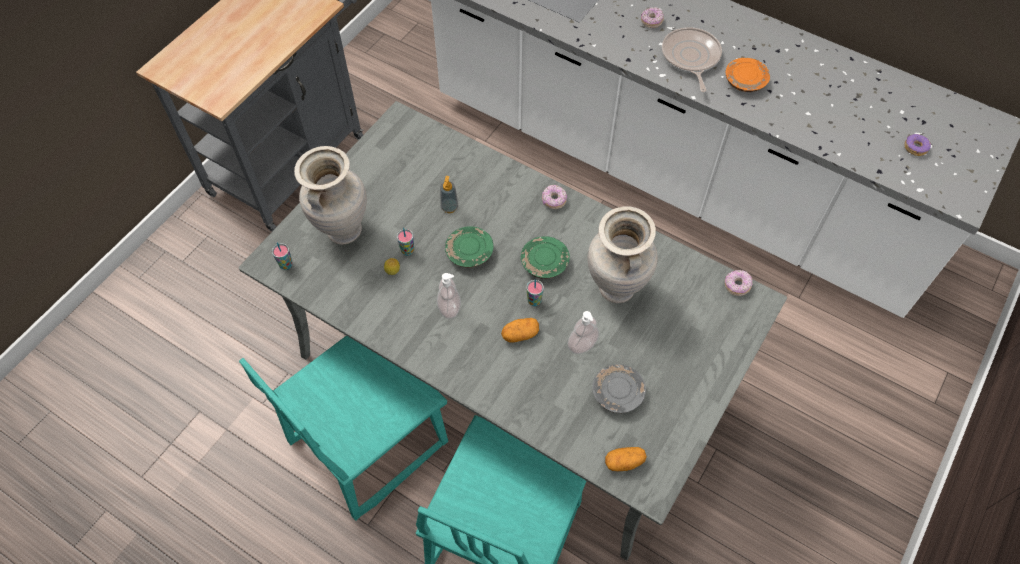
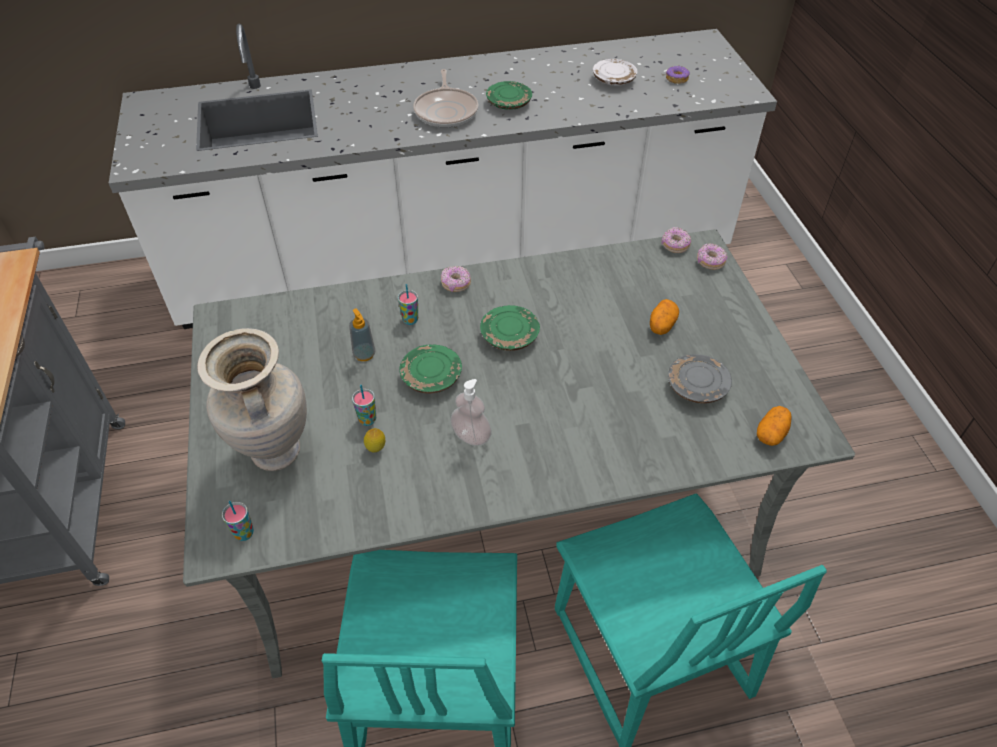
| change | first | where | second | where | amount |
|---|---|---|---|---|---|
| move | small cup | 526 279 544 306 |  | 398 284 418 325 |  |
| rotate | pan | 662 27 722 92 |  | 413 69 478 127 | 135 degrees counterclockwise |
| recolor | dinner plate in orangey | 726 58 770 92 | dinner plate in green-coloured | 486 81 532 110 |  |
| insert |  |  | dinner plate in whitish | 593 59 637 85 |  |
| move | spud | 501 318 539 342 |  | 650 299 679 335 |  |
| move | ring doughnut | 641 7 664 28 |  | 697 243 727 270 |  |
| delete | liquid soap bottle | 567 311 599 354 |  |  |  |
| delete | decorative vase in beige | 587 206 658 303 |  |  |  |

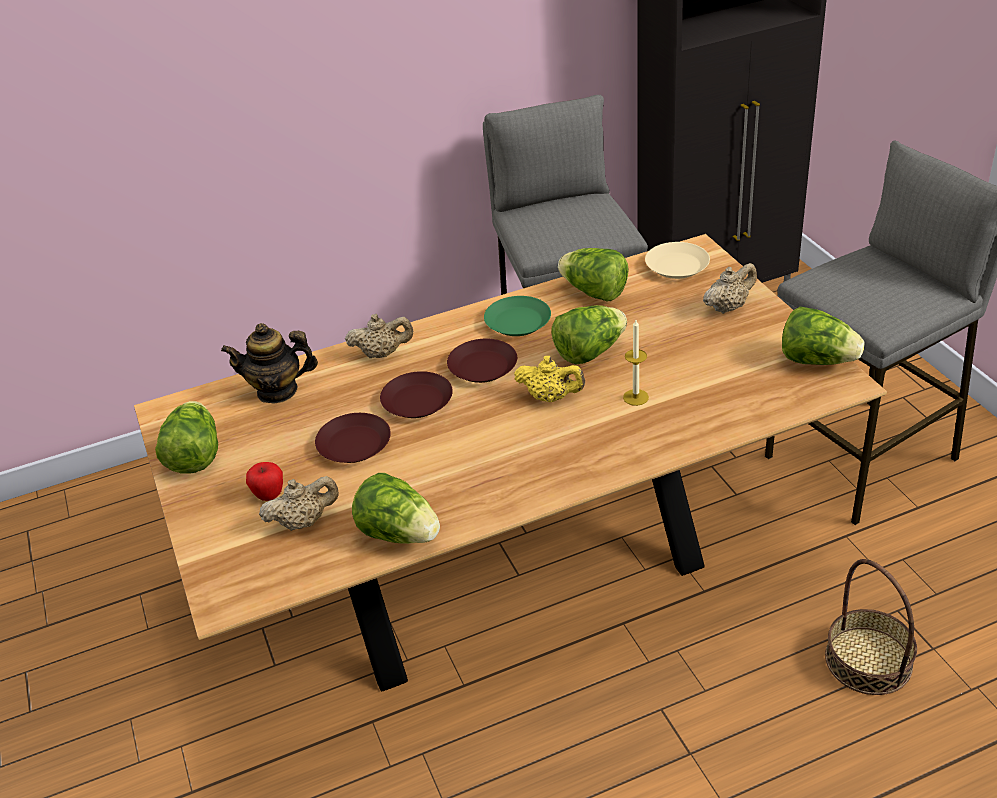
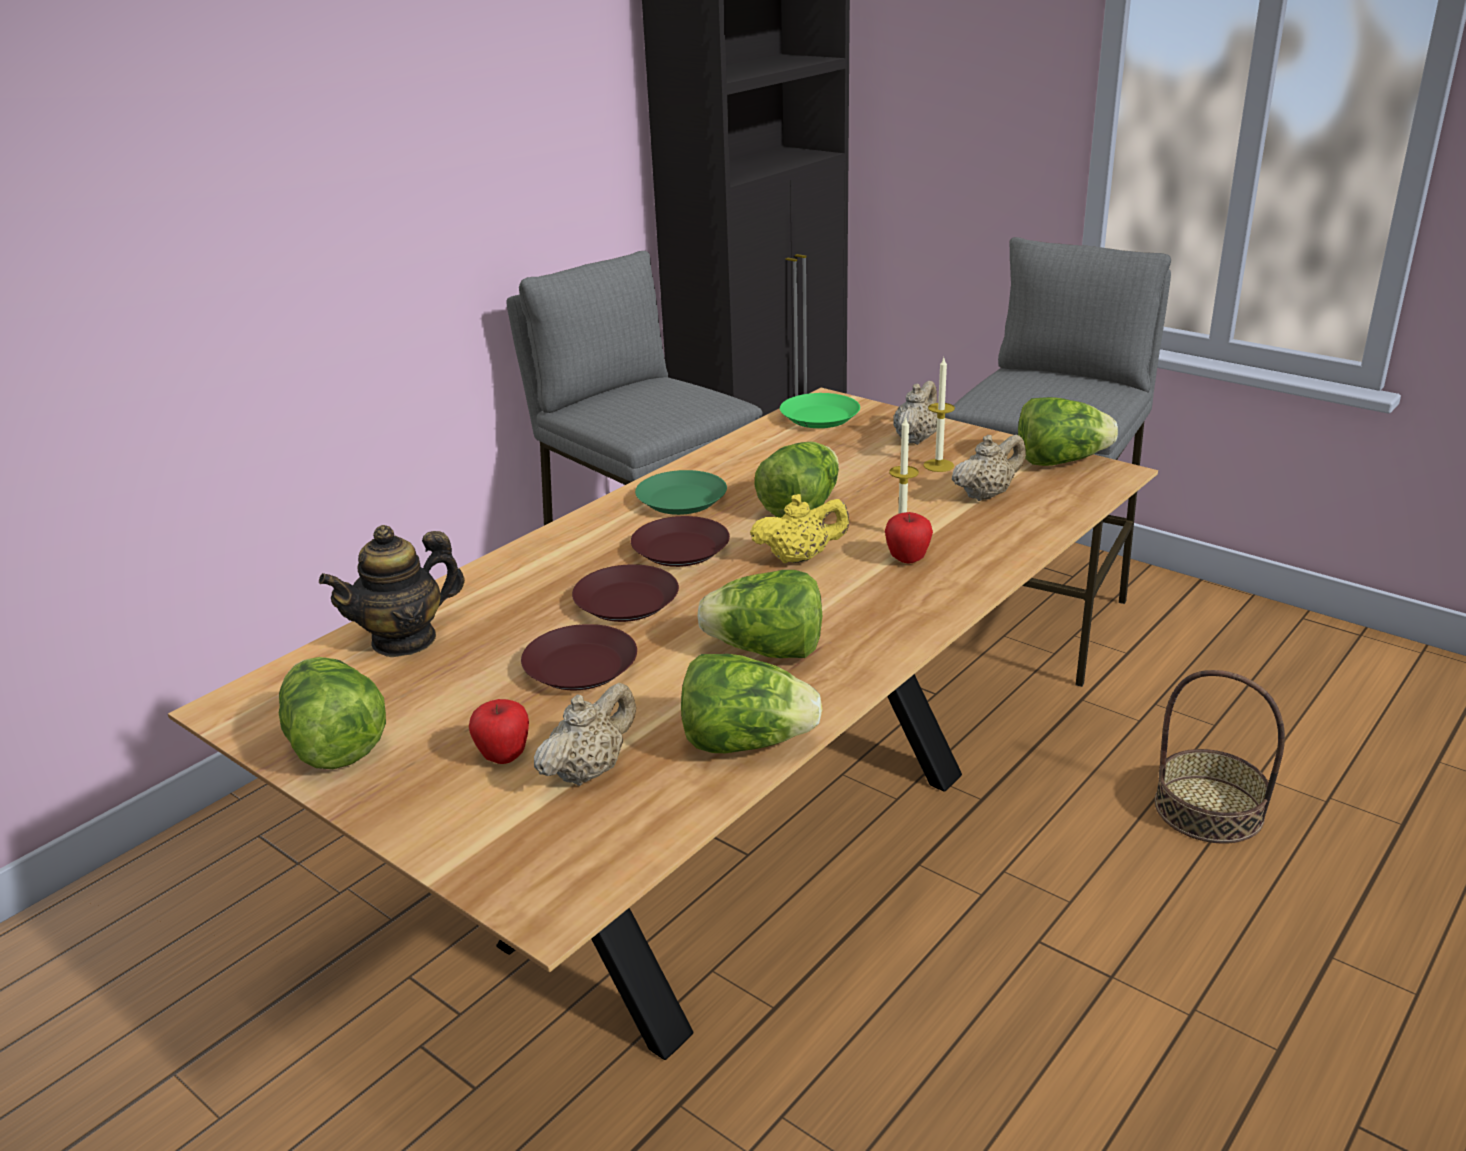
| change | first | where | second | where | amount |
|---|---|---|---|---|---|
| move | lettuce | 558 248 629 301 |  | 697 570 822 658 |  |
| recolor | dinner plate in beige | 645 242 710 279 | dinner plate in green-coloured | 780 393 860 428 |  |
| insert |  |  | whole apple | 885 512 933 563 |  |
| insert |  |  | wax light | 923 358 955 472 |  |
| move | teapot in beige | 345 314 413 358 |  | 952 434 1026 501 |  |

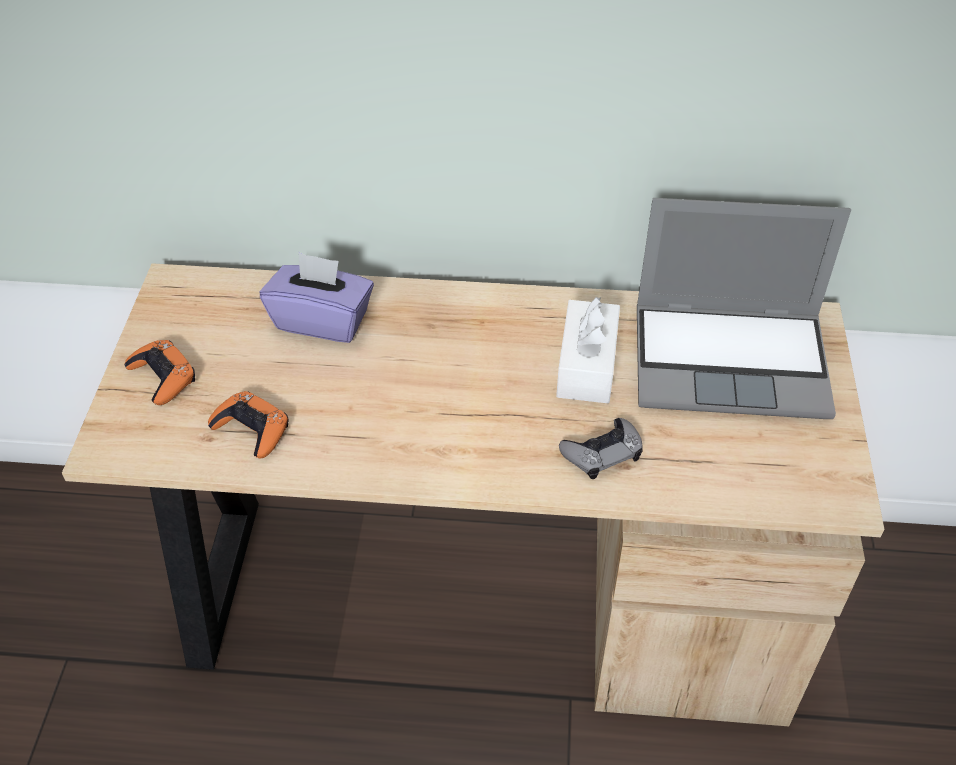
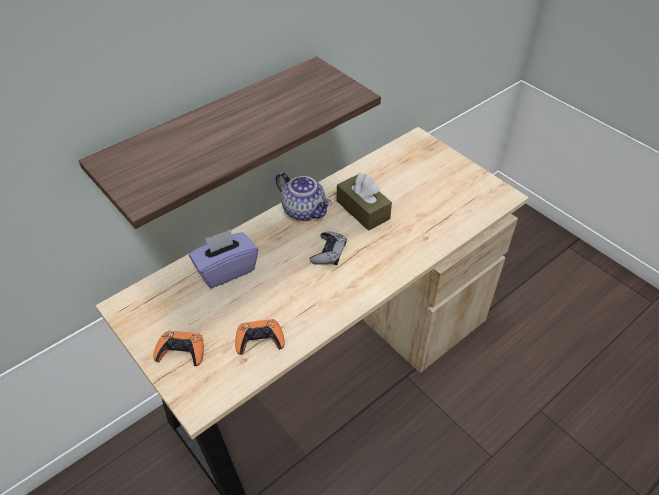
| change | first | where | second | where | amount |
|---|---|---|---|---|---|
| insert |  |  | shelf | 79 56 381 229 |  |
| insert |  |  | teapot | 276 172 332 221 |  |
| move | gamepad in greyish | 559 418 643 479 |  | 310 232 347 265 |  |
| recolor | tissue holder in whitish | 556 297 620 403 | tissue holder in brown | 337 173 392 231 |  |
| delete | laptop | 637 198 851 419 |  |  |  |

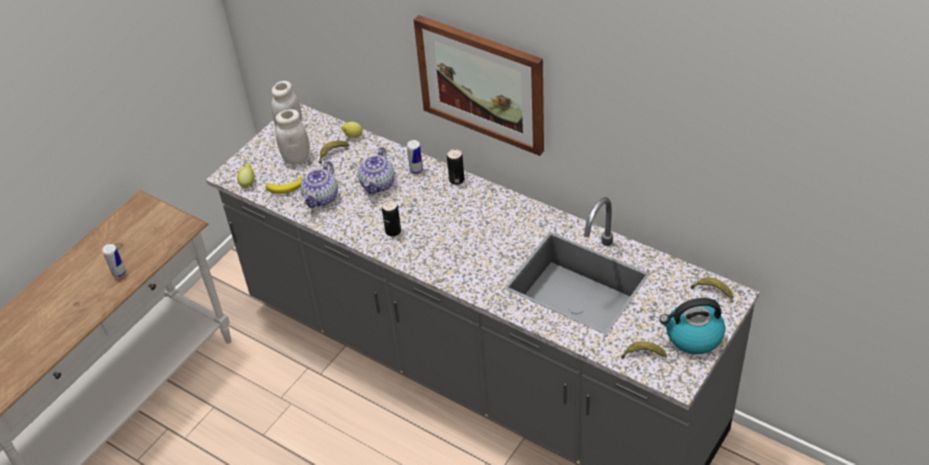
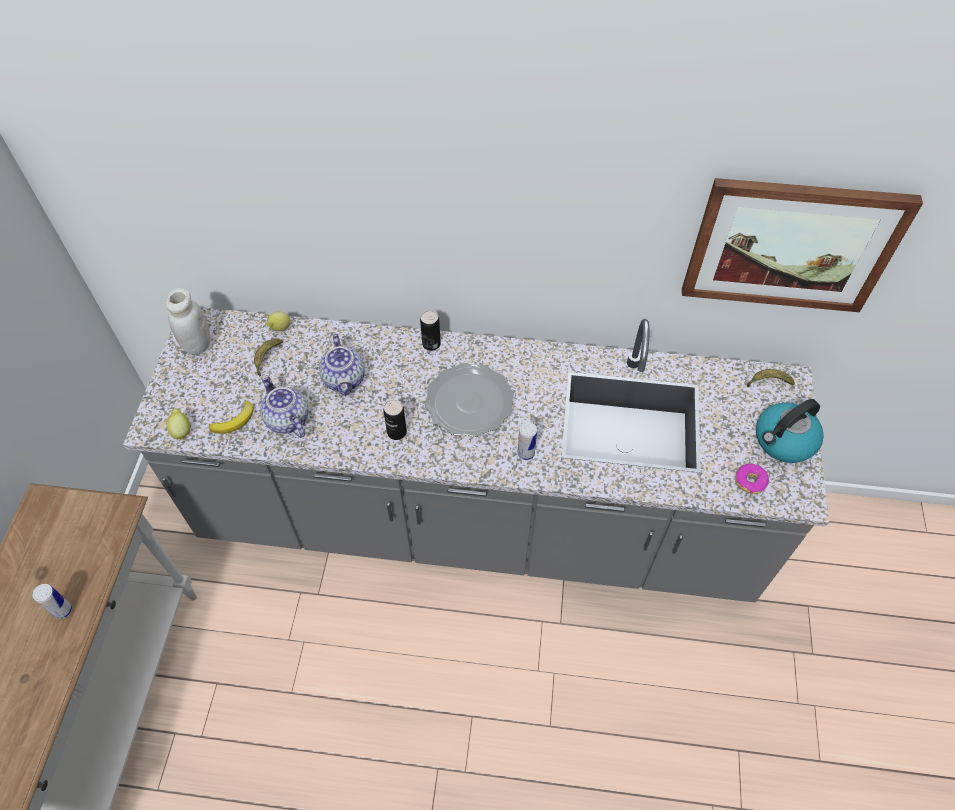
| change | first | where | second | where | amount |
|---|---|---|---|---|---|
| rotate | teapot | 301 161 338 208 |  | 260 375 309 438 | 150 degrees clockwise |
| insert |  |  | dinner plate | 425 363 514 437 |  |
| move | sealed can | 407 140 423 174 |  | 517 422 537 460 |  |
| move | picture | 414 15 544 156 |  | 682 178 923 312 |  |
| replace | banana | 621 341 667 359 | ring doughnut | 735 464 769 494 |  |
| delete | jar in whitish | 276 109 310 164 |  |  |  |

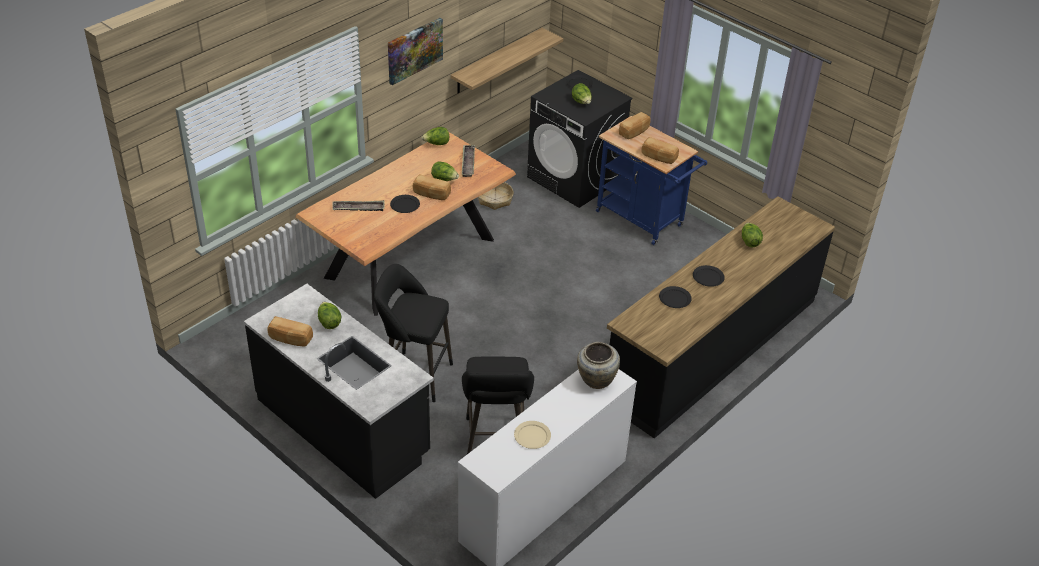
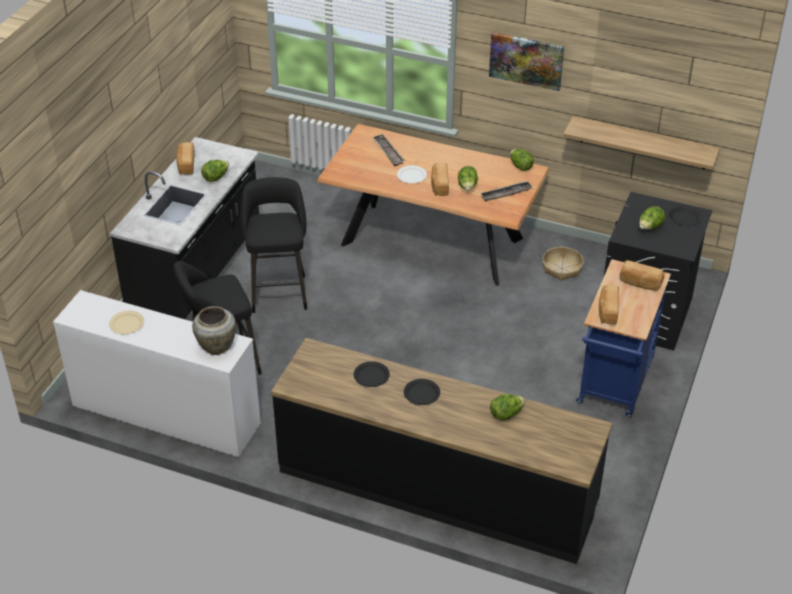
| change | first | where | second | where | amount |
|---|---|---|---|---|---|
| recolor | dinner plate in blackish | 390 195 420 213 | dinner plate in whitish | 397 165 427 183 |  |

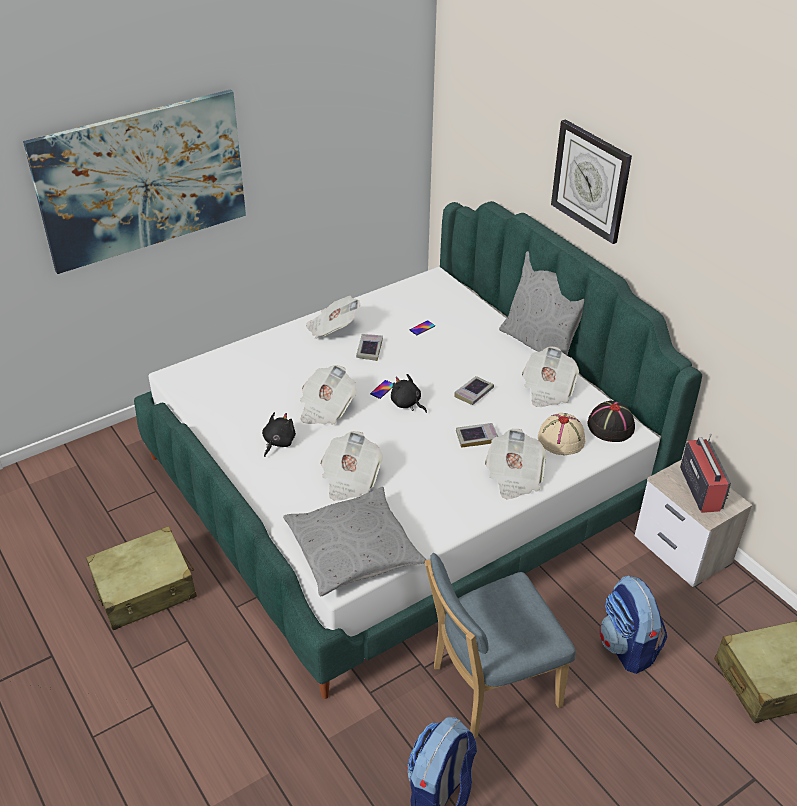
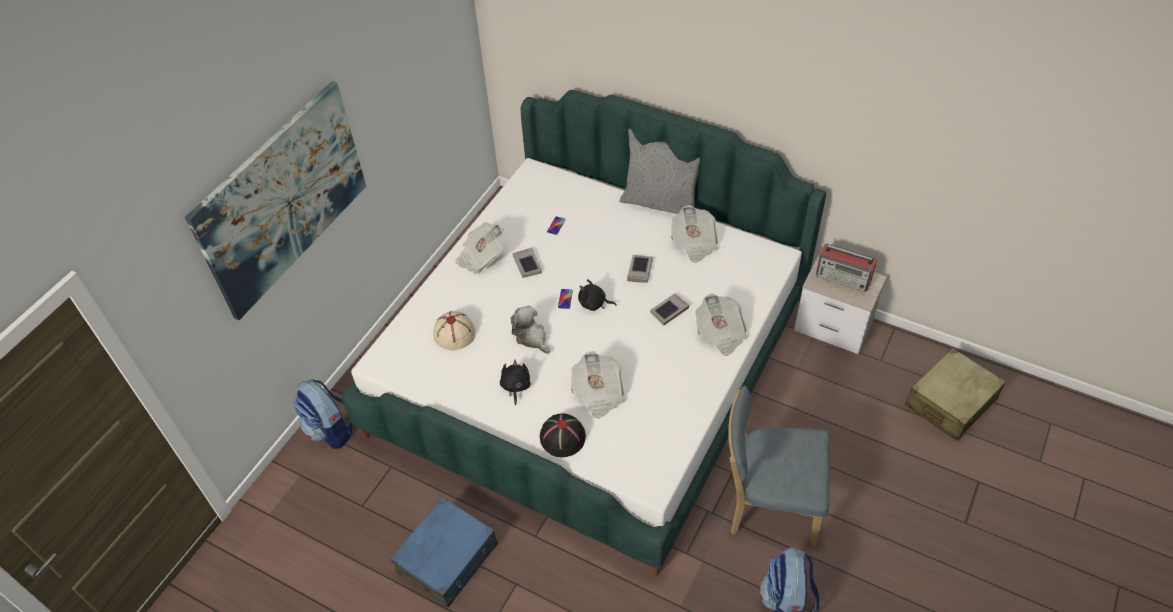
| change | first | where | second | where | amount |
|---|---|---|---|---|---|
| move | knapsack | 599 575 667 674 |  | 293 379 352 449 |  |
| recolor | piece of luggage in beige | 86 526 197 630 | piece of luggage in bluish | 391 497 498 607 |  |
| move | wearable hat in beige | 538 413 585 455 |  | 434 311 476 351 |  |
| replace | daily paper | 300 365 356 425 | plush toy | 511 305 550 354 |  |
| move | wearable hat in blackish | 587 401 635 442 |  | 540 413 586 457 |  |
| rotate | upright chair in bluish | 425 553 575 738 |  | 728 386 830 546 | 60 degrees clockwise |
| rotate | radio | 680 433 731 513 |  | 816 243 878 292 | 150 degrees clockwise |
| delete | pillow in greyish | 283 487 426 597 |  |  |  |
| delete | wall clock | 551 119 632 244 |  |  |  |

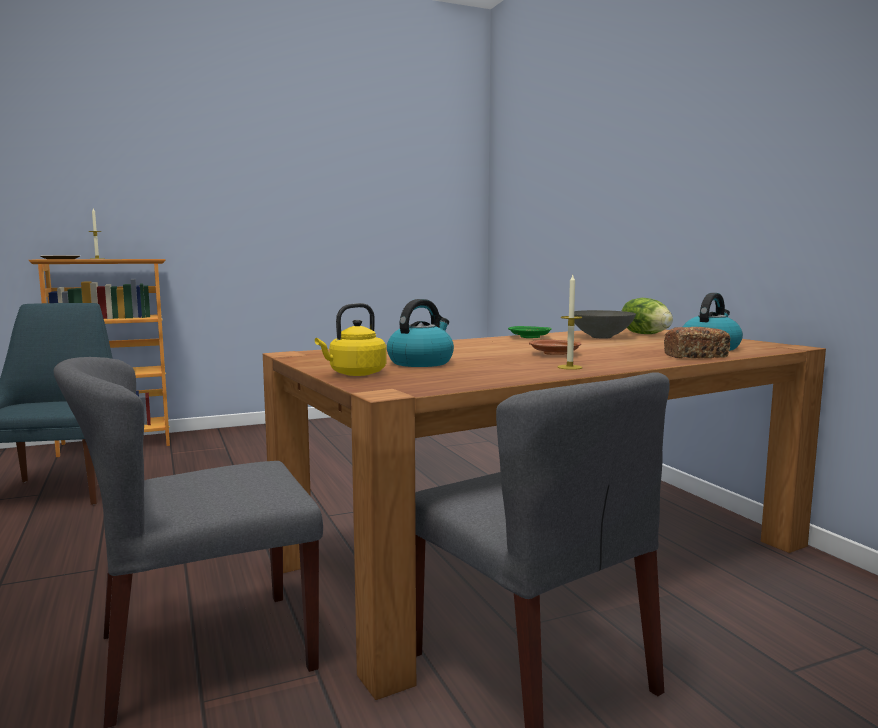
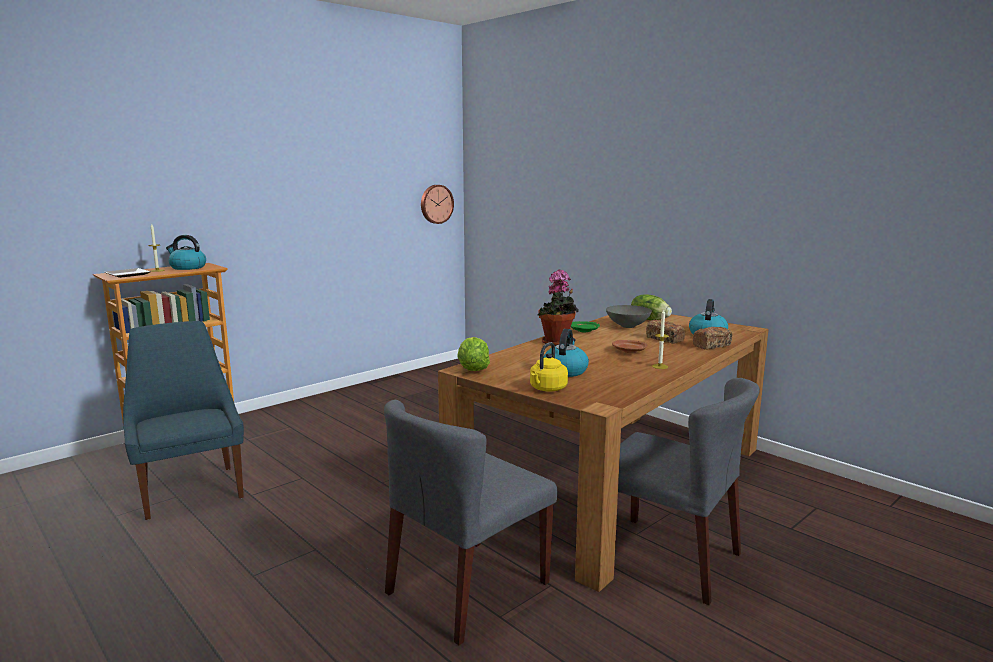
| change | first | where | second | where | amount |
|---|---|---|---|---|---|
| insert |  |  | kettle | 166 235 206 270 |  |
| insert |  |  | wall clock | 421 185 454 224 |  |
| insert |  |  | lettuce | 457 337 490 371 |  |
| insert |  |  | potted plant | 537 269 579 346 |  |
| insert |  |  | bakery bread | 646 320 685 344 |  |

